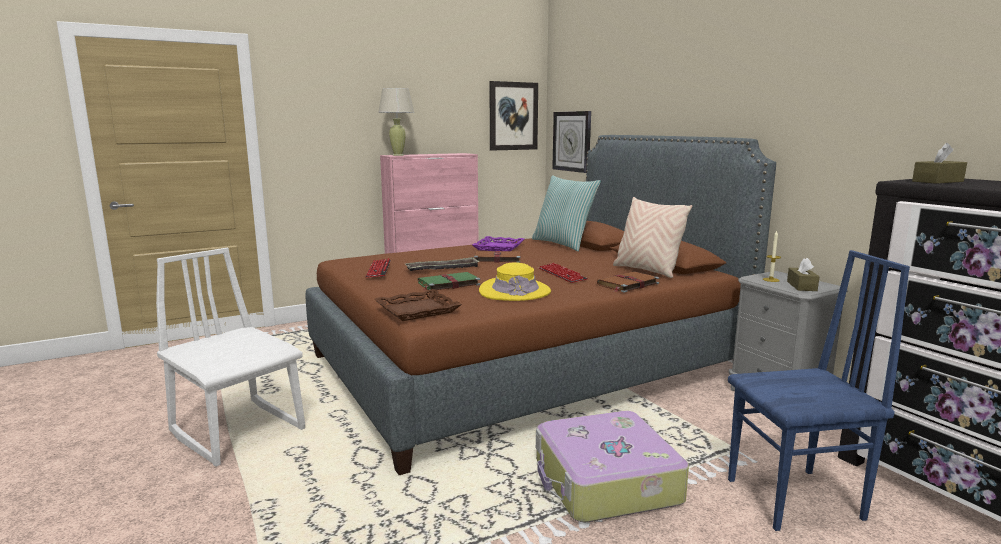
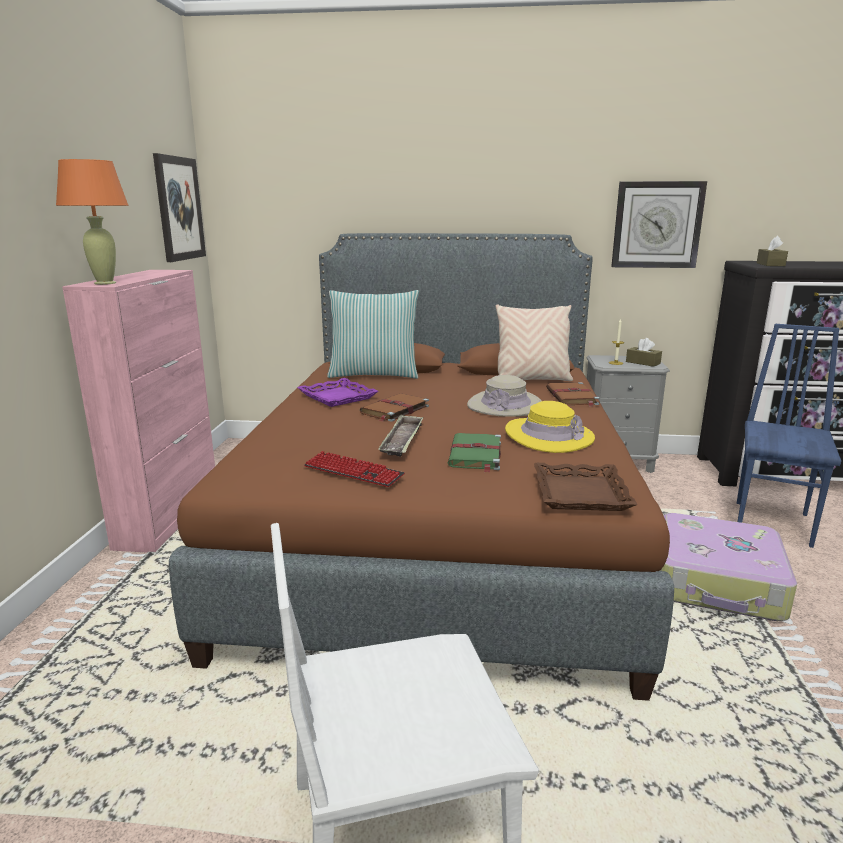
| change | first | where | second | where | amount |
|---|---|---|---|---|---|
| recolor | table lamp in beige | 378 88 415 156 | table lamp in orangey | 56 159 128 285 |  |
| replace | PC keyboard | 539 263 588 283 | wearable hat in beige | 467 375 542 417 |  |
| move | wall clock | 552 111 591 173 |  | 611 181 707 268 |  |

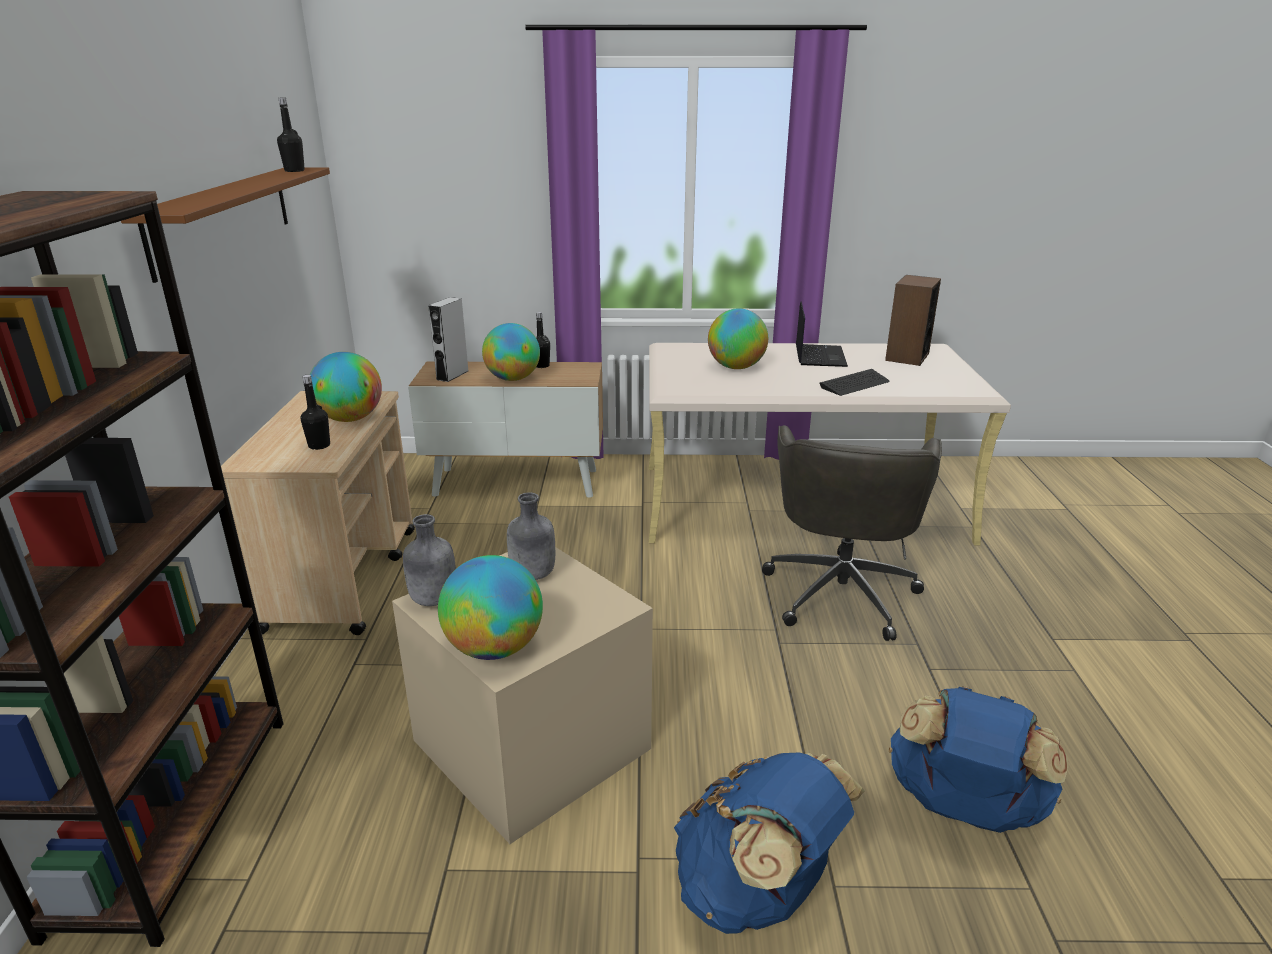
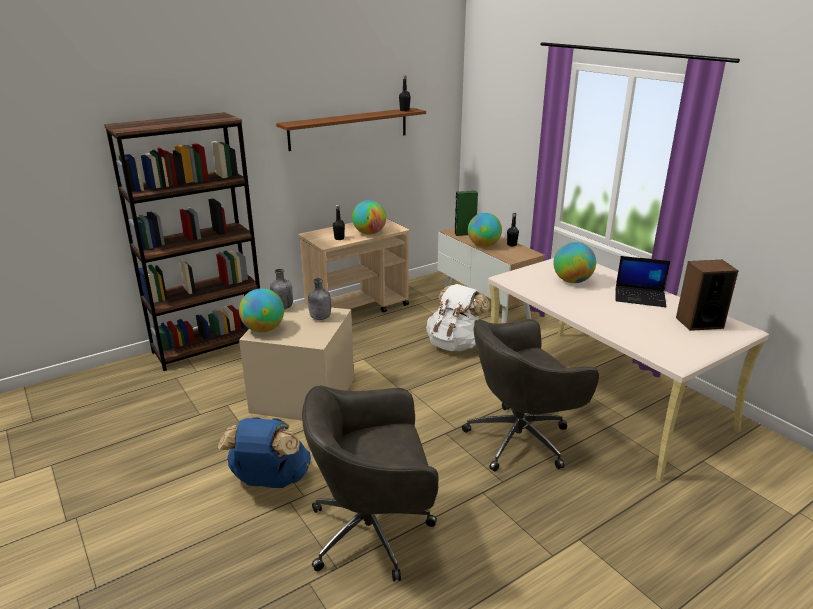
| change | first | where | second | where | amount |
|---|---|---|---|---|---|
| replace | knapsack in bluish | 889 686 1068 833 | office chair in greyish | 302 386 439 582 |  |
| insert |  |  | knapsack in whitish | 426 284 490 351 |  |
| recolor | loudspeaker in greyish | 428 297 468 382 | loudspeaker in green-coloured | 454 191 478 236 |  |
| rotate | laptop | 796 301 848 367 |  | 615 256 670 307 | 45 degrees clockwise |
| delete | PC keyboard | 820 369 889 396 |  |  |  |

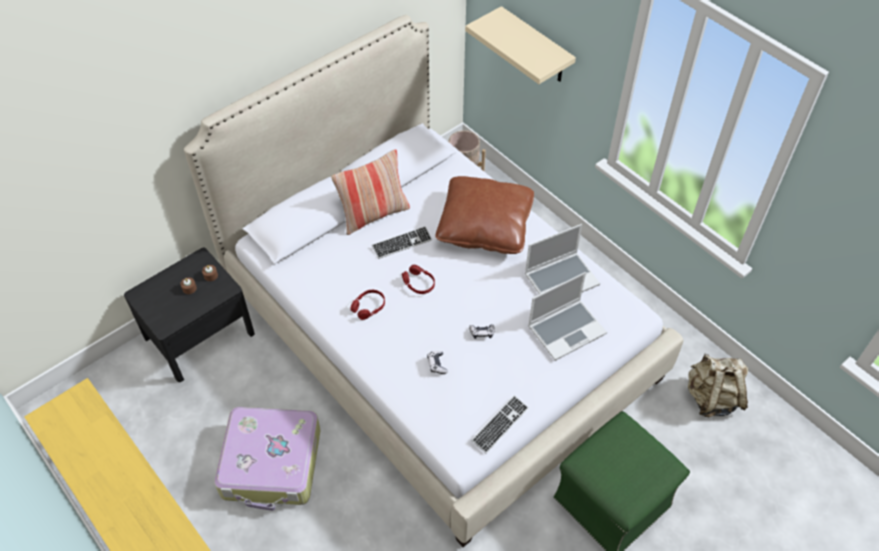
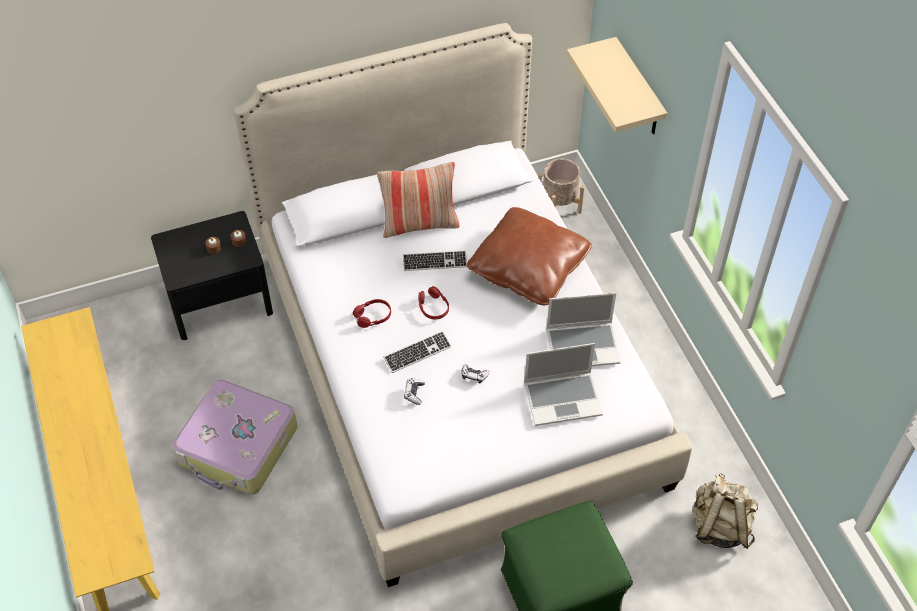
| change | first | where | second | where | amount |
|---|---|---|---|---|---|
| move | PC keyboard | 471 395 529 453 |  | 384 331 452 373 |  |

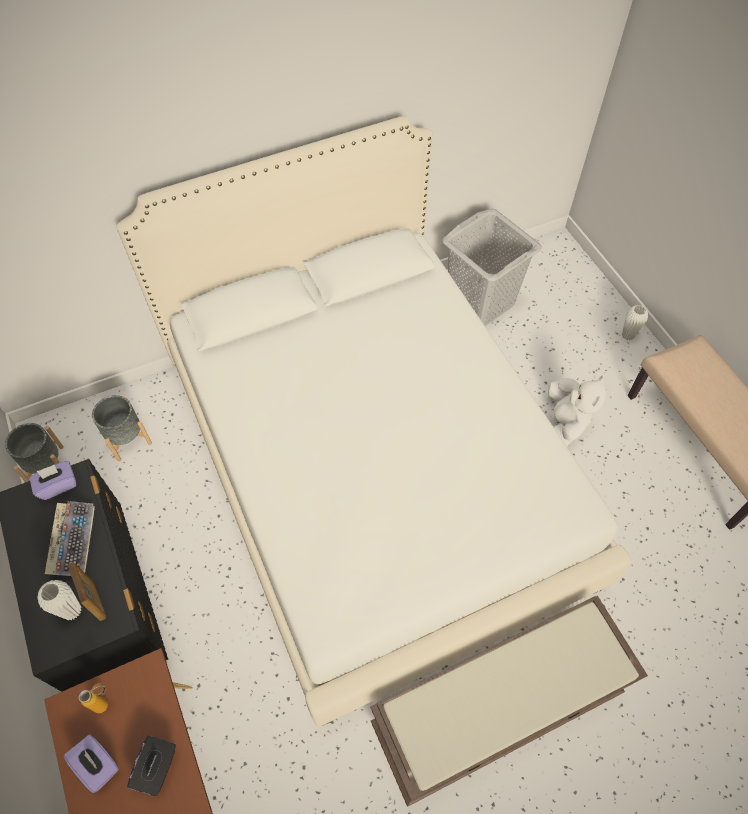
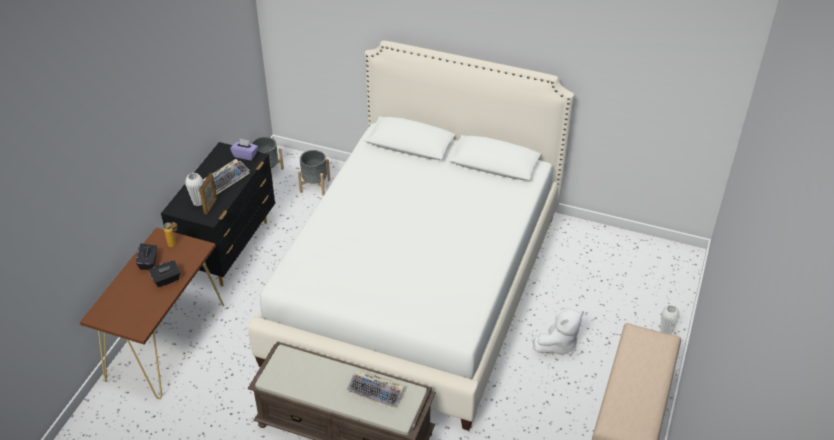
| change | first | where | second | where | amount |
|---|---|---|---|---|---|
| recolor | tissue holder in purple | 64 735 119 793 | tissue holder in blackish | 136 243 157 270 |  |
| insert |  |  | PC keyboard | 347 369 404 409 |  |
| delete | hamper in greyish | 442 209 542 326 |  |  |  |

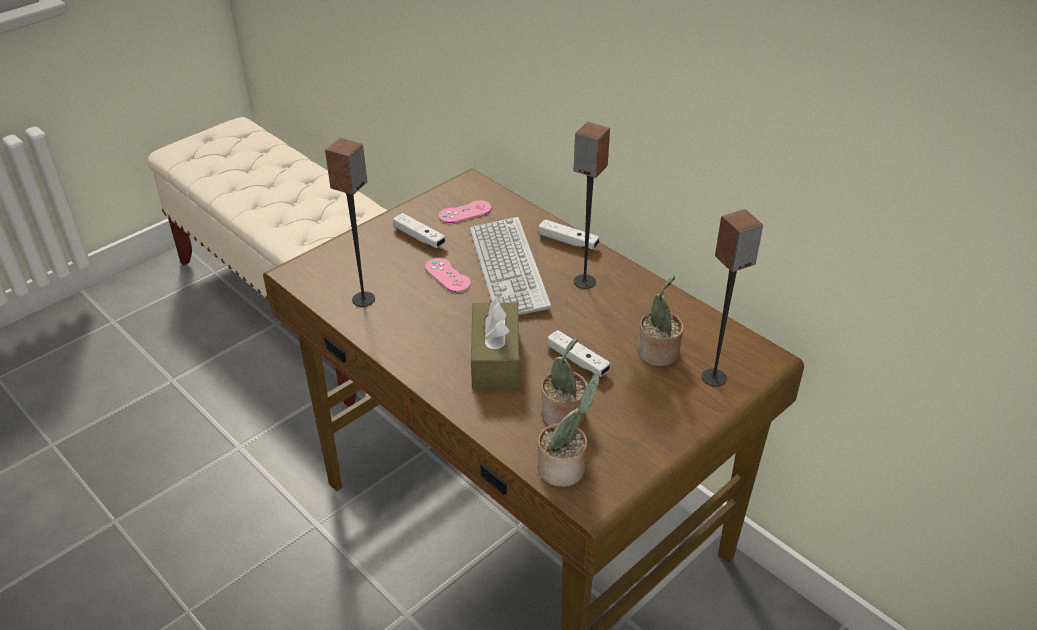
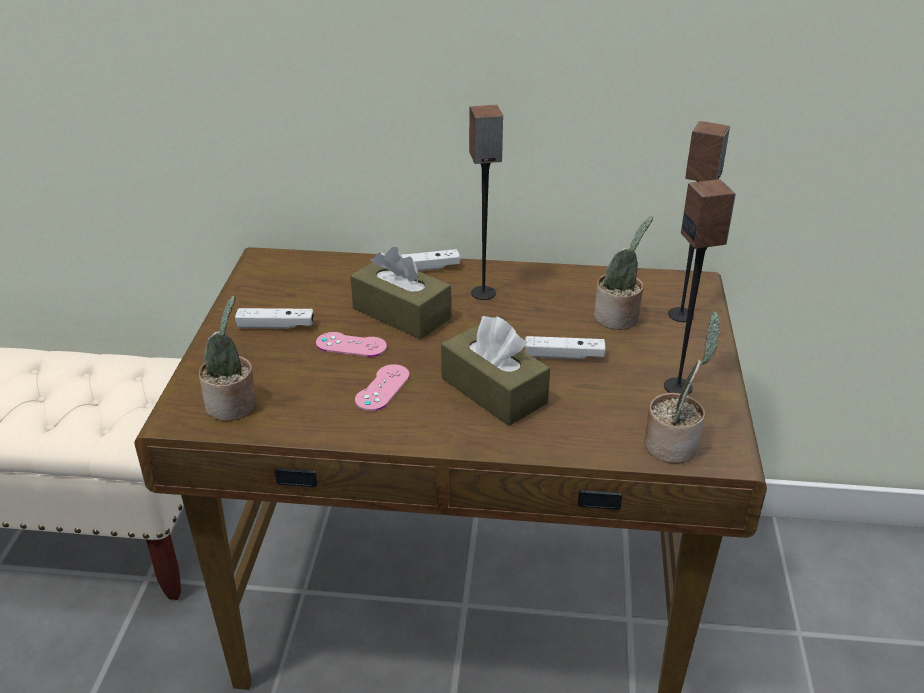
| change | first | where | second | where | amount |
|---|---|---|---|---|---|
| move | potted plant | 541 338 587 426 |  | 199 296 256 421 |  |
| replace | PC keyboard | 470 217 551 315 | tissue holder in brown | 350 247 451 340 |  |
| move | gamepad in pink-coloured | 438 200 491 223 |  | 355 364 410 411 |  |
| move | loudspeaker | 325 138 375 307 |  | 664 179 736 395 |  |

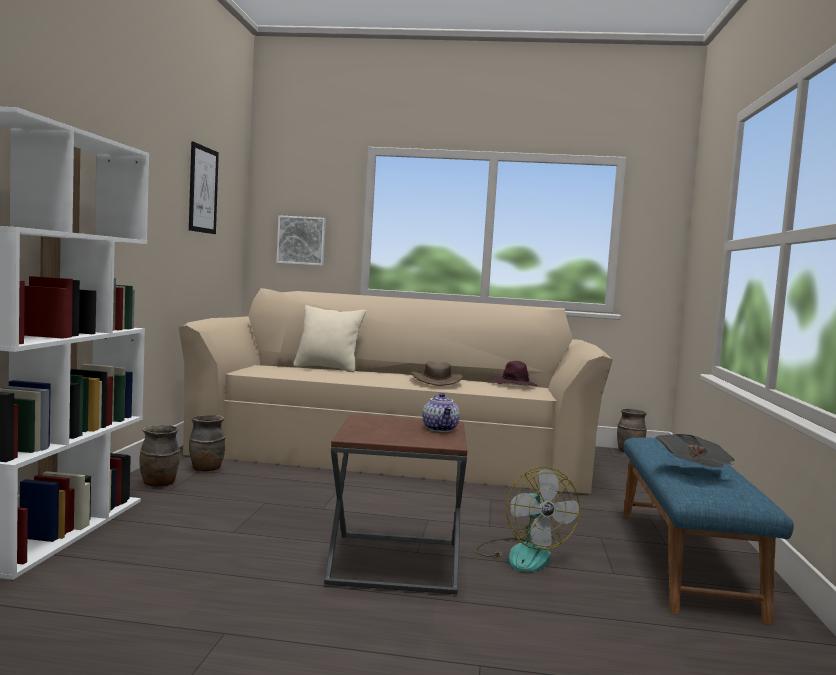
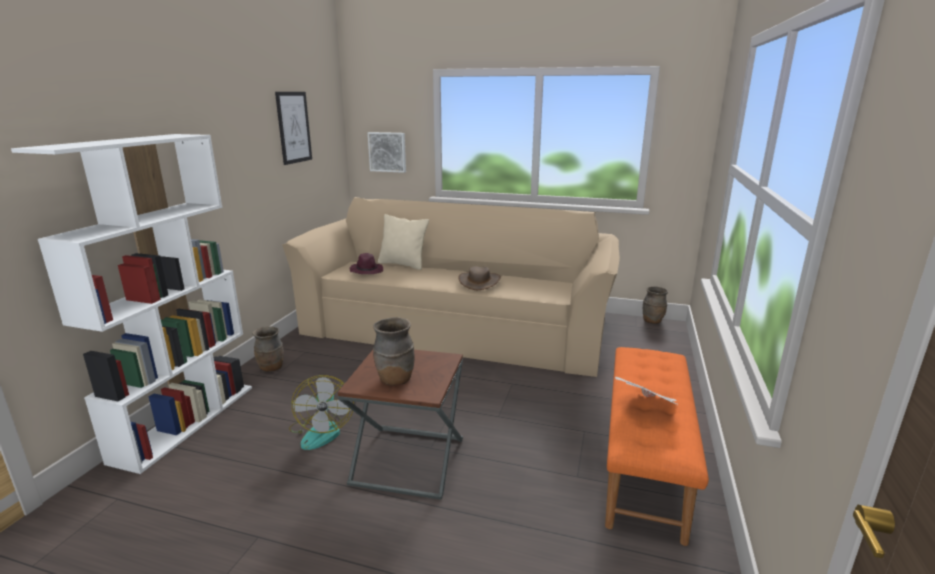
| change | first | where | second | where | amount |
|---|---|---|---|---|---|
| move | cooling fan | 475 467 580 572 |  | 289 375 354 450 |  |
| move | wearable hat in purple | 493 361 537 386 |  | 350 253 383 274 |  |
| move | decorative vase in brown | 189 415 225 471 |  | 373 317 415 385 |  |
| recolor | indoor bench in bluish | 623 438 794 625 | indoor bench in orangey | 605 347 709 546 |  |
| delete | teapot | 422 393 460 432 |  |  |  |

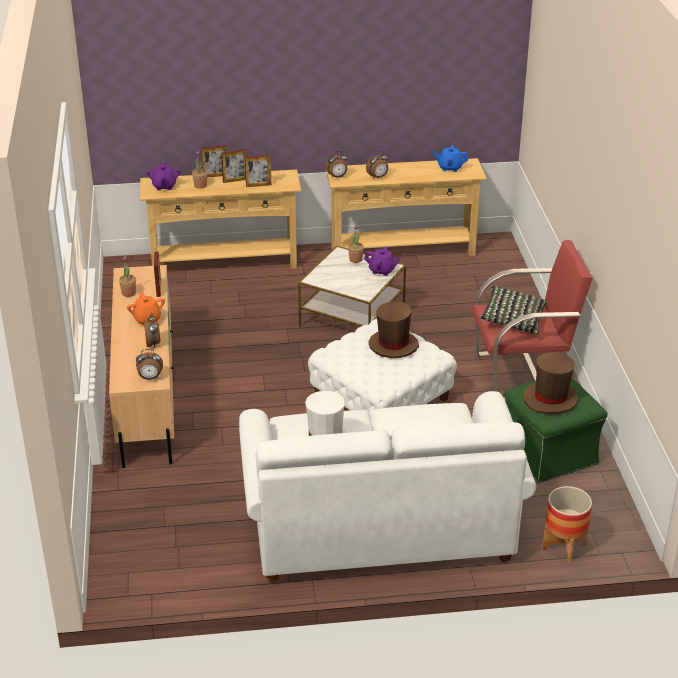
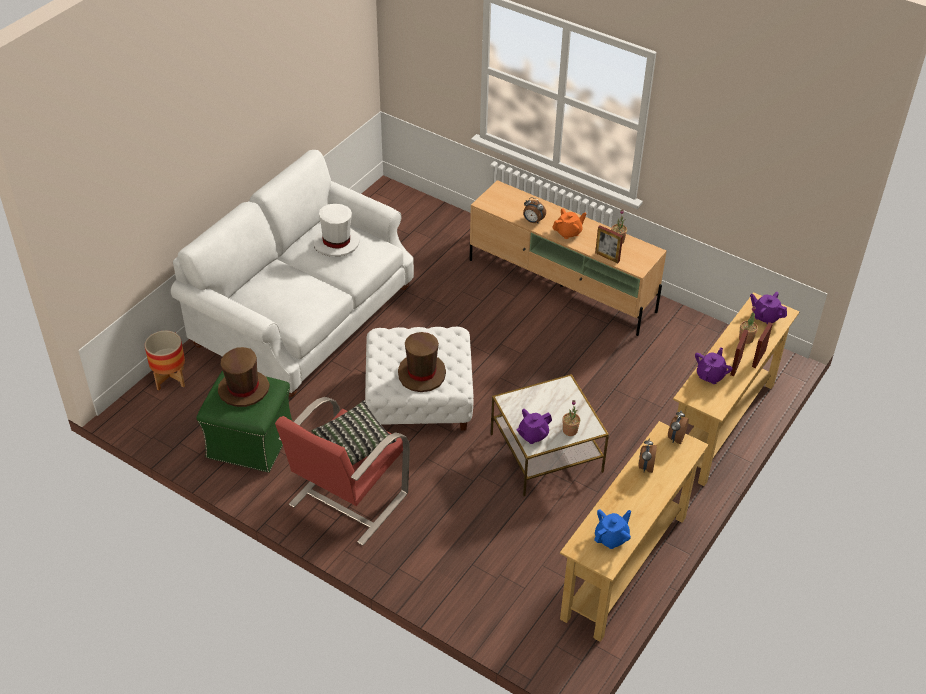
| change | first | where | second | where | amount |
|---|---|---|---|---|---|
| rotate | teapot in orangey | 127 292 165 326 |  | 552 208 586 239 | 135 degrees clockwise |
| replace | standing frame | 245 155 271 187 | teapot in purple | 695 347 732 384 |  |
| delete | table clock | 136 349 163 380 |  |  |  |

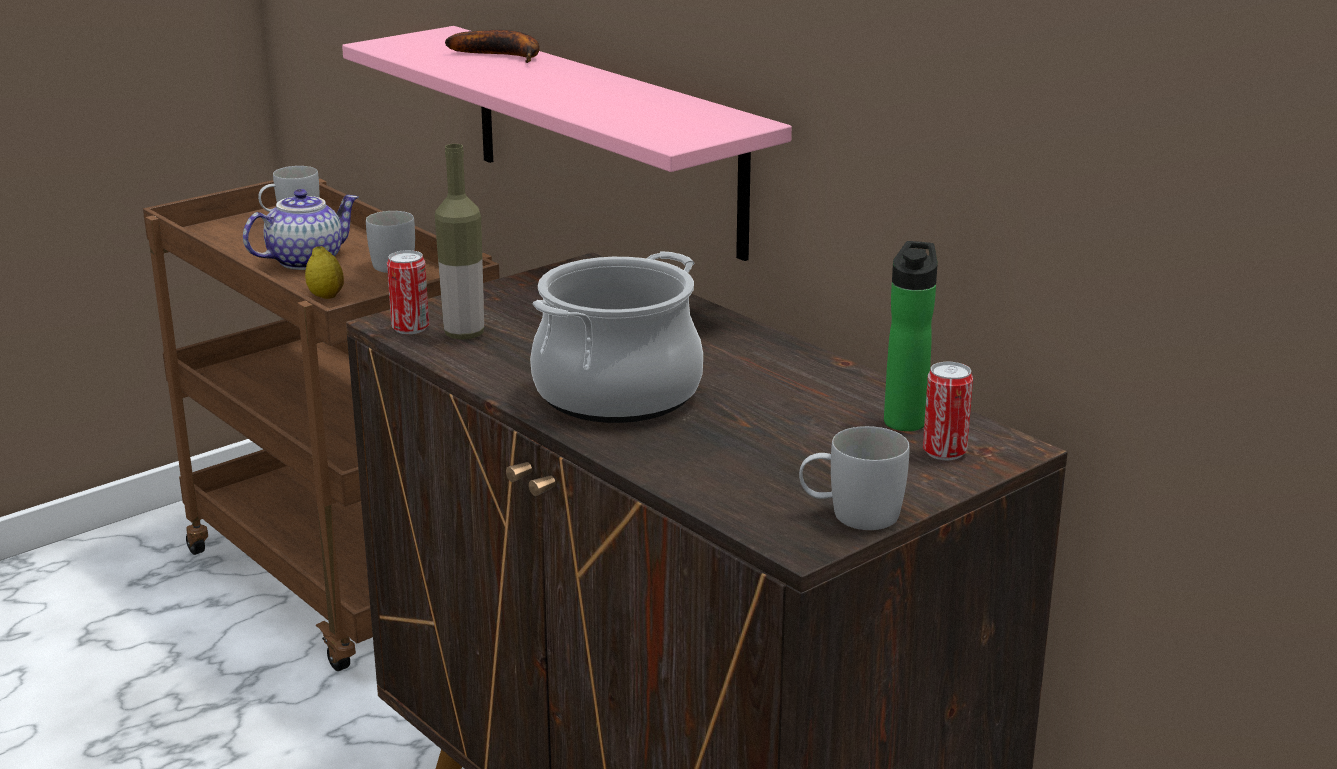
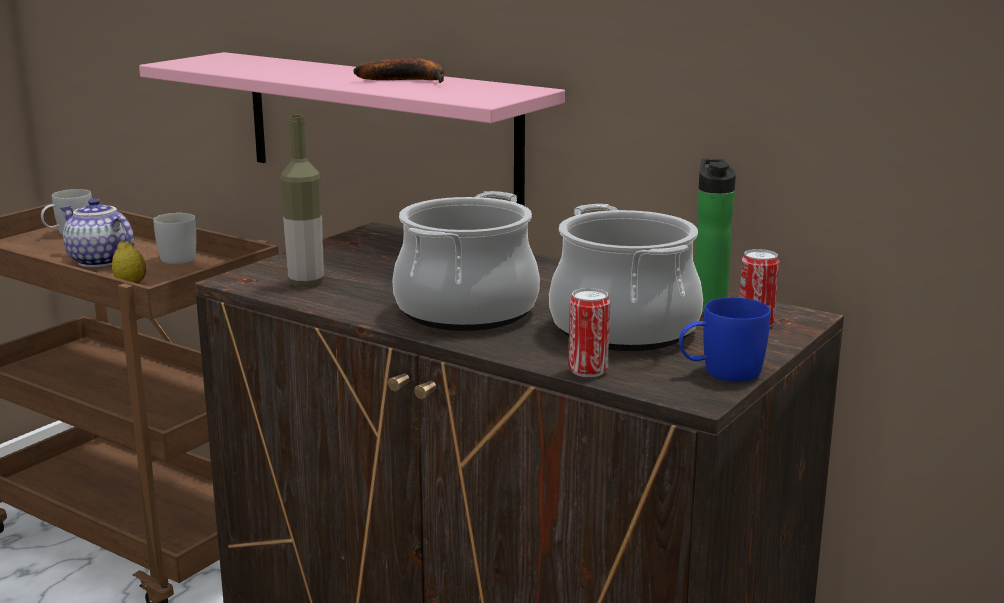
| change | first | where | second | where | amount |
|---|---|---|---|---|---|
| rotate | teapot | 243 189 359 270 |  | 61 198 134 267 | 90 degrees counterclockwise |
| move | banana | 445 30 540 63 |  | 353 58 444 83 |  |
| insert |  |  | saucepot | 549 204 703 351 |  |
| move | sealed can | 387 250 429 334 |  | 568 288 610 377 |  |
| recolor | tea mug in whitish | 799 426 909 530 | tea mug in bluish | 679 297 770 382 |  |

